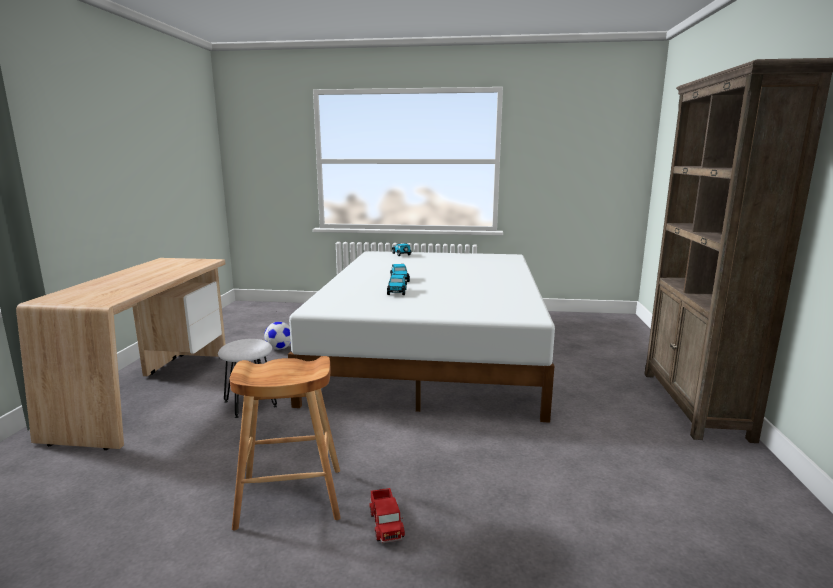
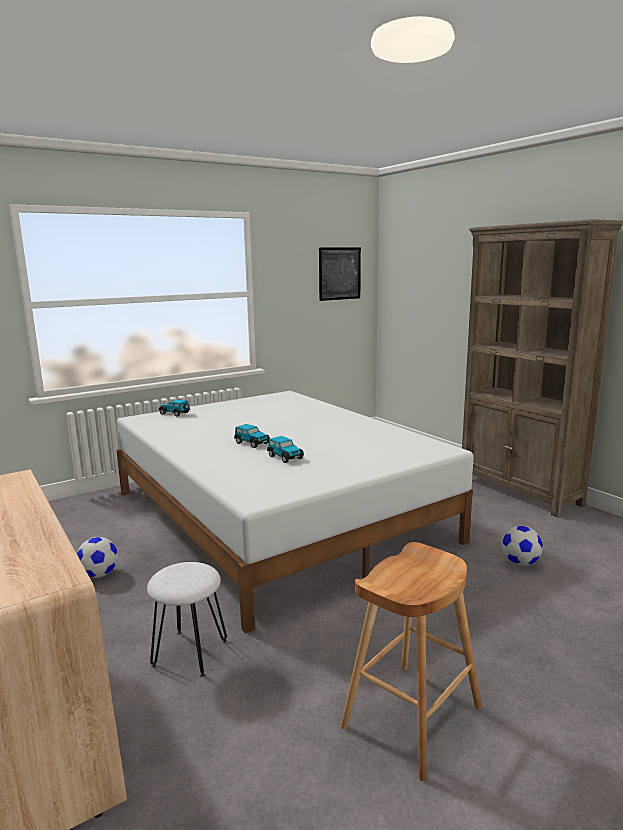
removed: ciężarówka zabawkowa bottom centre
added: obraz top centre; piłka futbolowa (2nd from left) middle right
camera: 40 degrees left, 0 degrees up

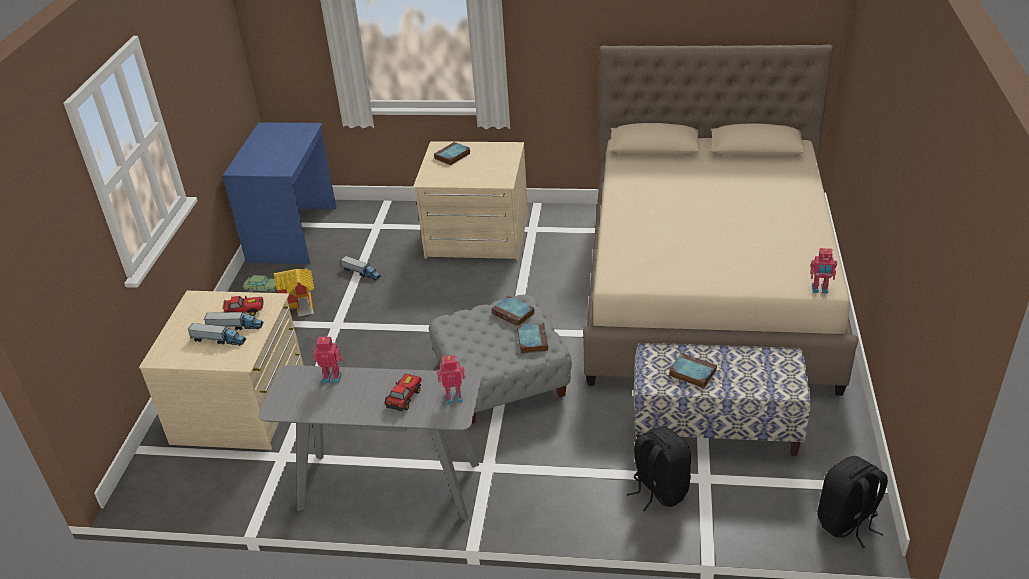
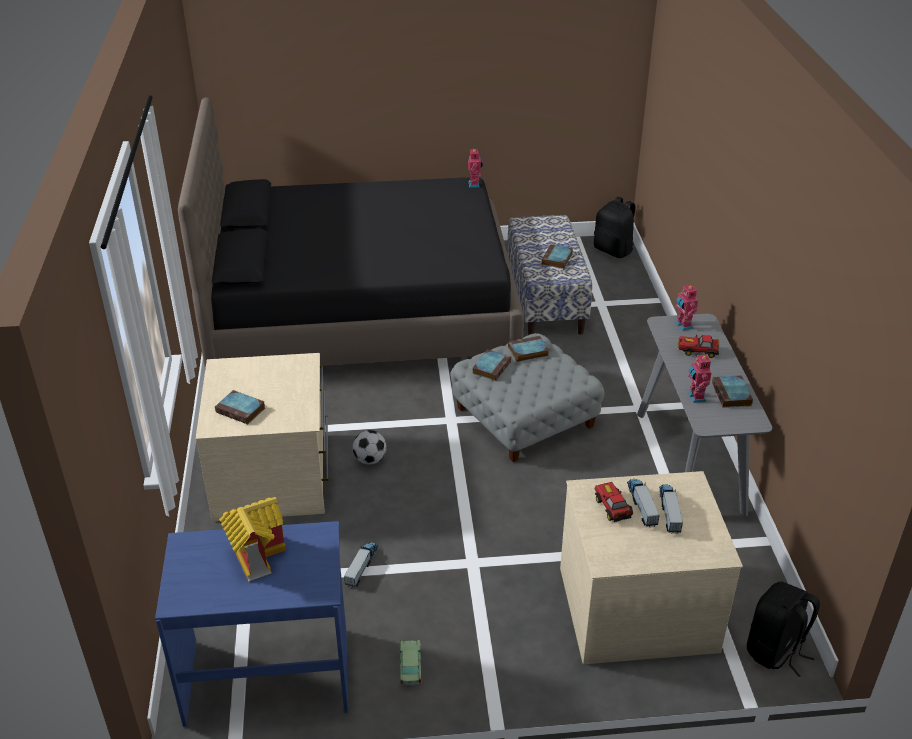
added: książka (5th from left) middle right; piłka futbolowa centre
moved: domek middle left to bottom left; plecak (czarny) (1st from left in the first image) bottom centre to plecak (czarny) (2nd from left) bottom right
recoloured: łóżko (beżowy) middle right to łóżko (czarny) top centre
camera: 105 degrees left, 0 degrees up

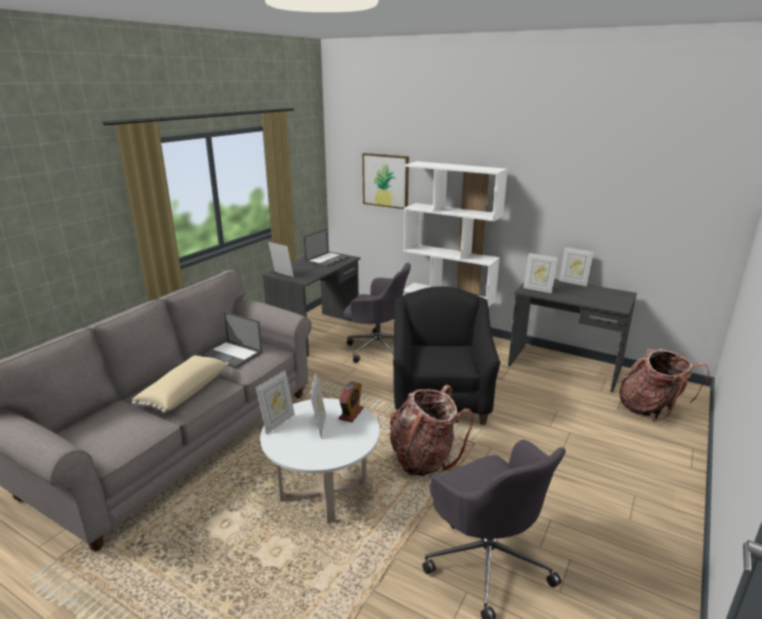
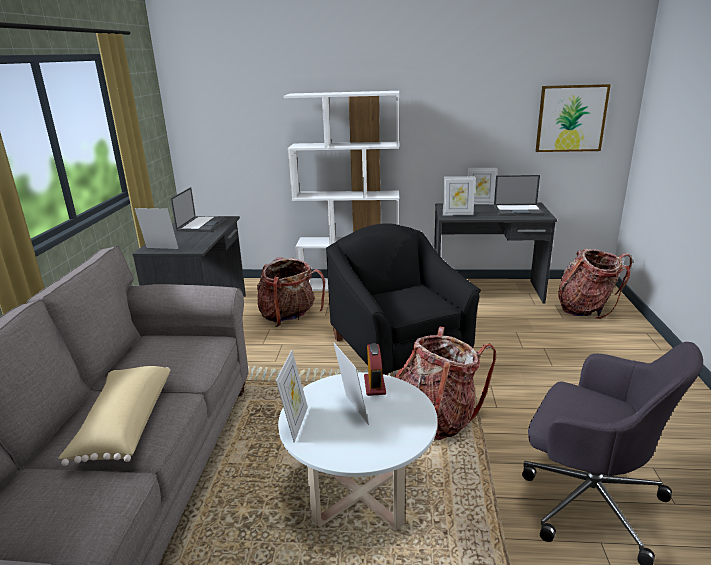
moved: obraz top centre to top right; laptop (1st from left in the first image) middle left to laptop (2nd from left) middle right
replaced: krzesło biurowe (szary) (1st from left) centre to plecak (1st from left) centre
camera: 25 degrees left, 0 degrees up

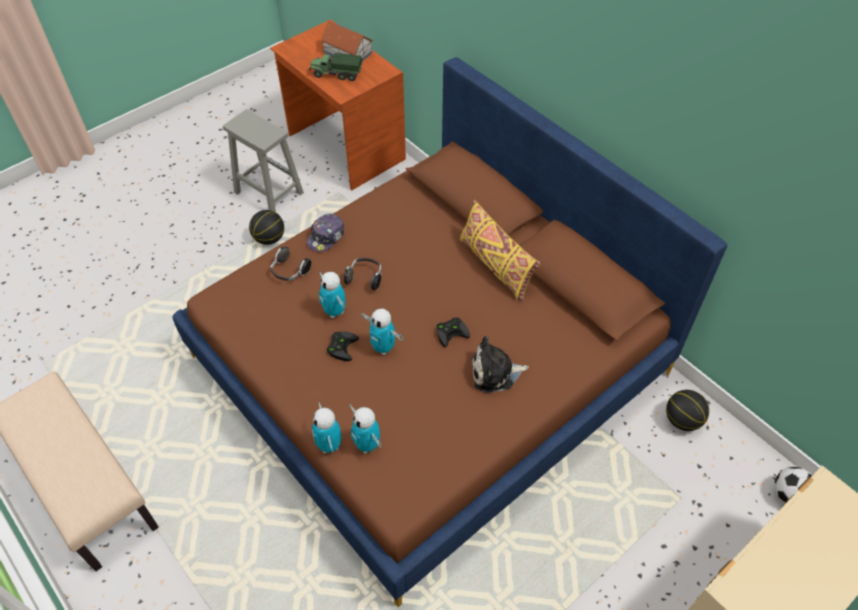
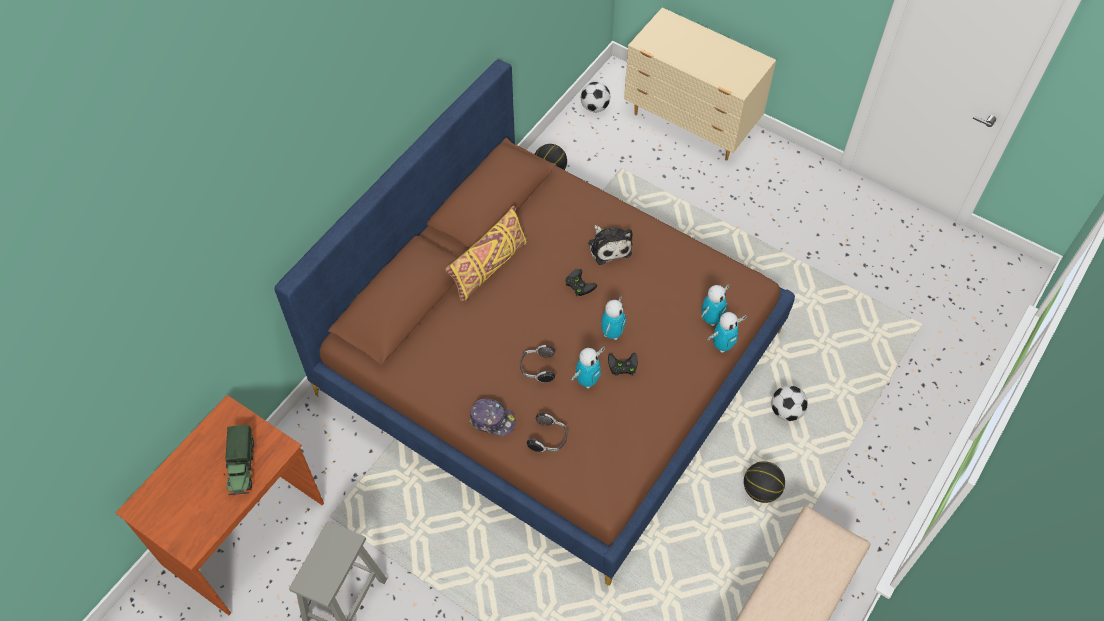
removed: domek top centre
added: piłka futbolowa (2nd from left) middle right
moved: piłka do koszykówki (1st from left in the first image) middle left to piłka do koszykówki (2nd from left) bottom right
camera: 105 degrees left, 5 degrees up

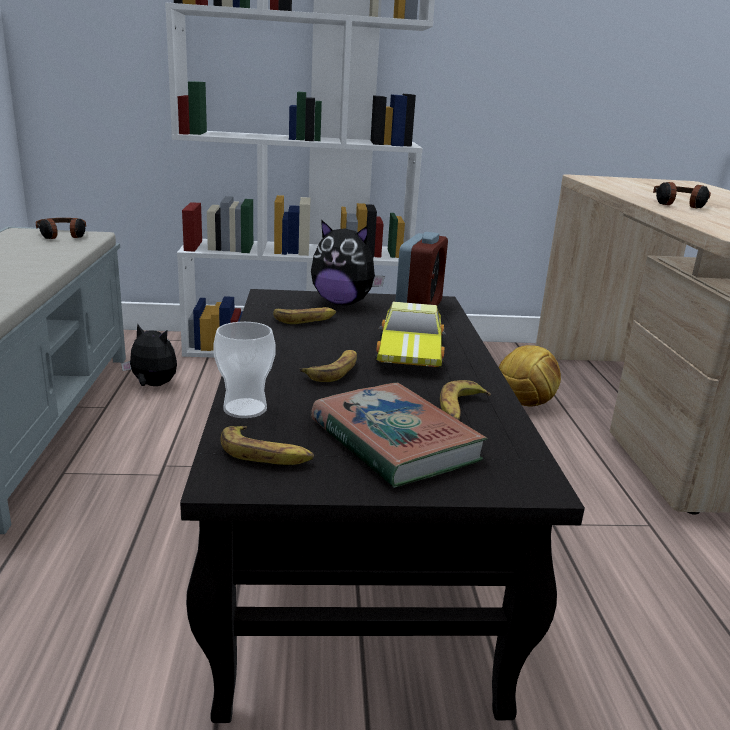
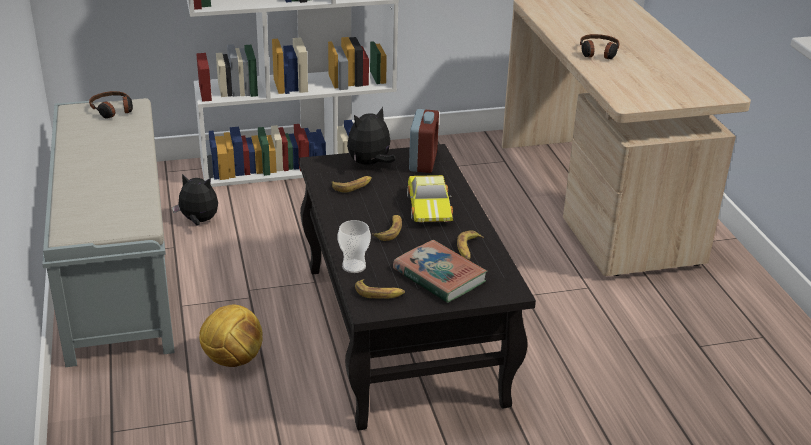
moved: piłka futbolowa middle right to bottom left
turned: pluszak (2nd from left) centre = top centre 135 degrees clockwise
camera: 10 degrees left, 10 degrees up

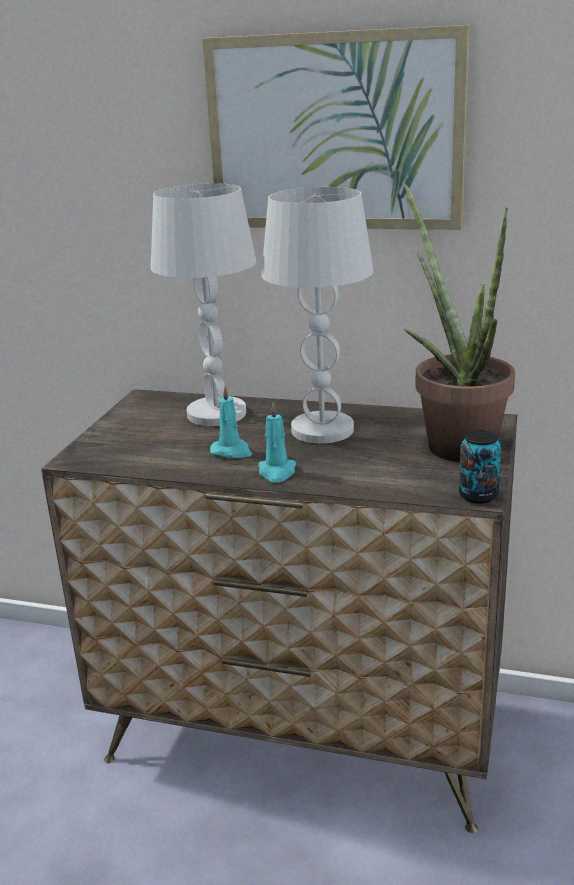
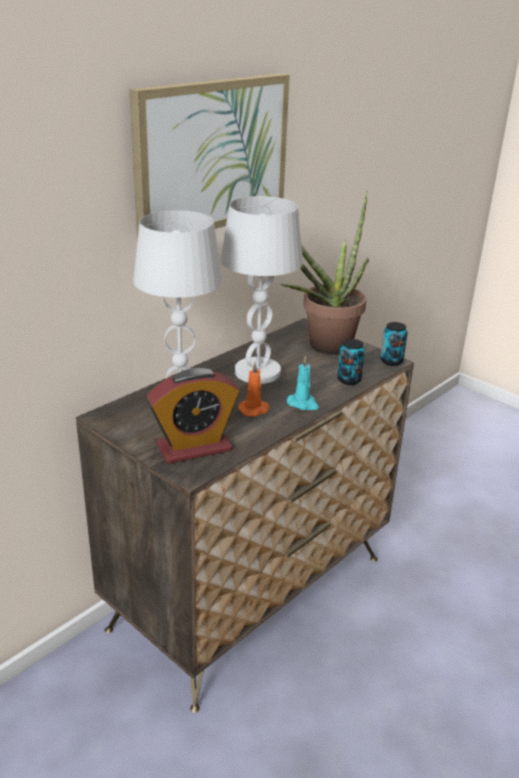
added: puszka (1st from left) middle right; budzik centre
recoloured: świeca (turkusowy) (1st from left) centre to świeca (pomarańczowy) centre
camera: 65 degrees left, 5 degrees up

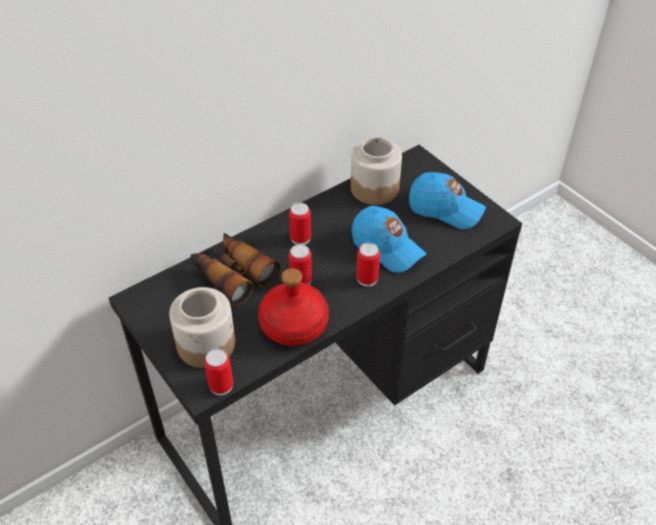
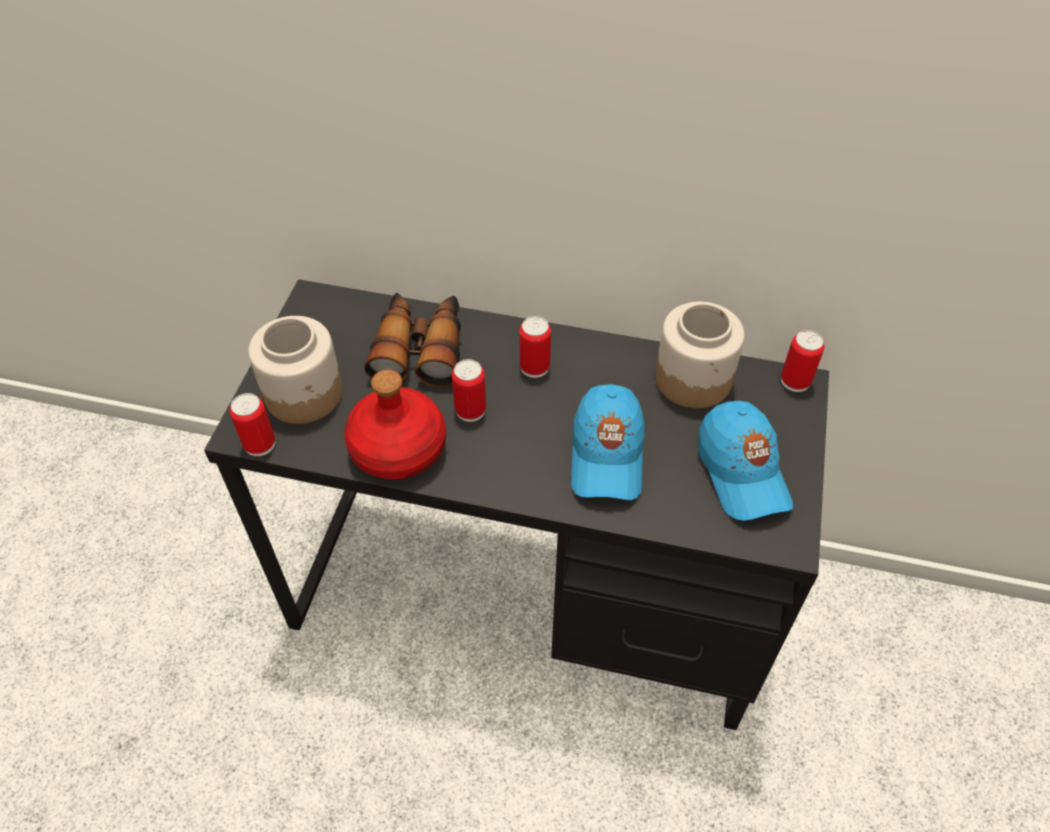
moved: puszka (4th from left) centre to middle right
camera: 50 degrees right, 5 degrees up

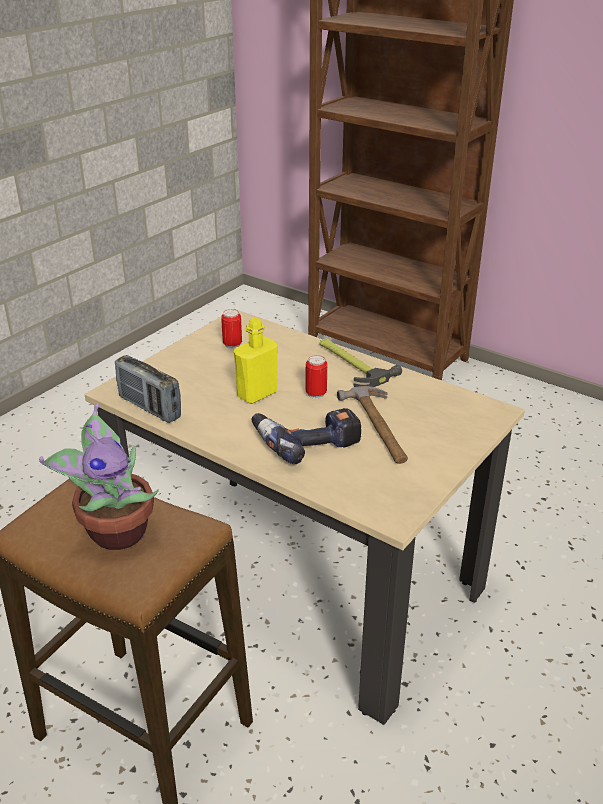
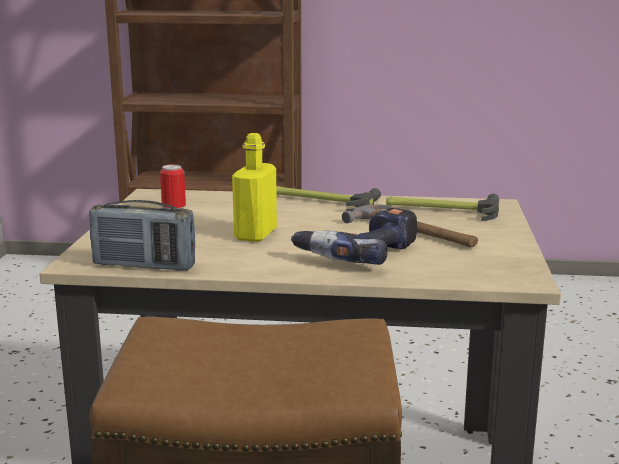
removed: puszka (2nd from left) centre; roślina doniczkowa middle left
added: młotek (3rd from left) middle right
camera: 30 degrees left, 15 degrees down

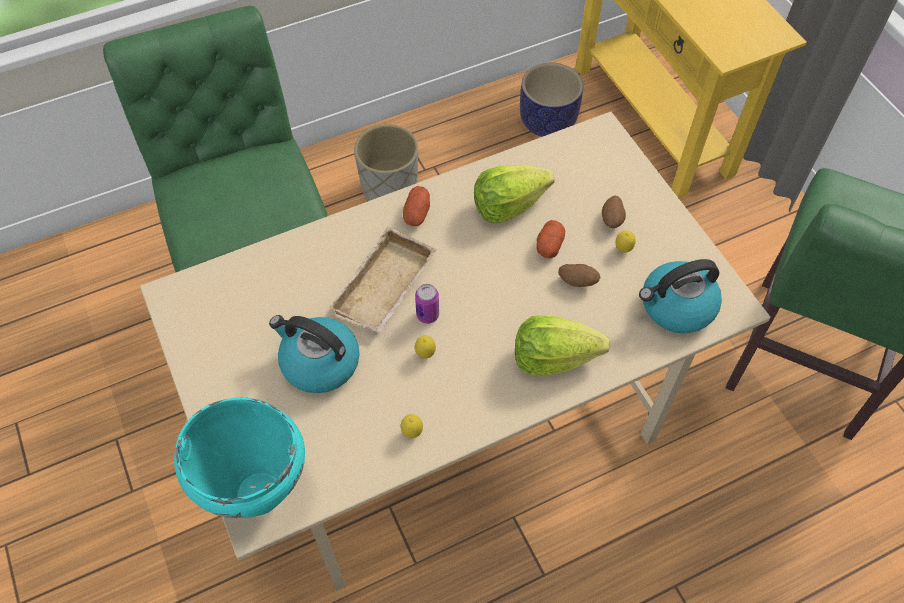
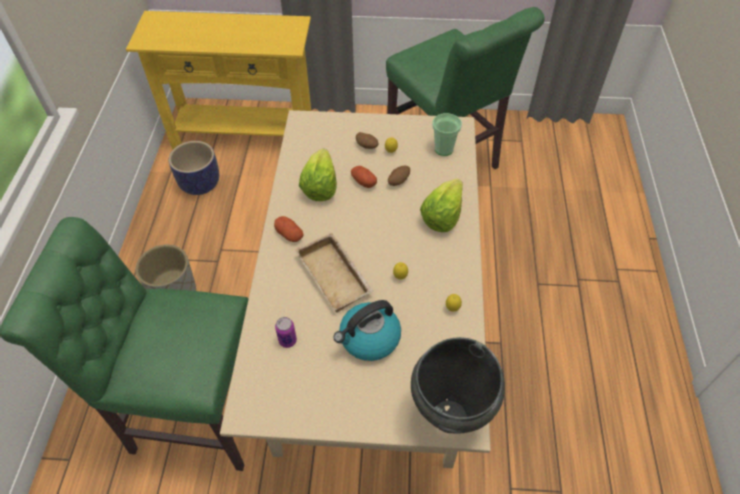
moved: puszka centre to bottom centre
replaced: czajnik (2nd from left) middle right to filiżanka top centre
recoloured: garnek (turkusowy) bottom left to garnek (czarny) bottom centre
camera: 60 degrees left, 5 degrees down

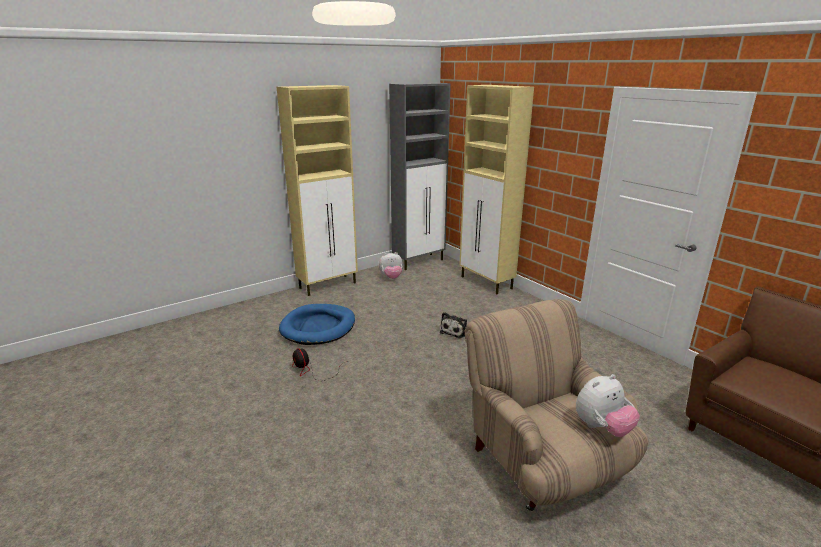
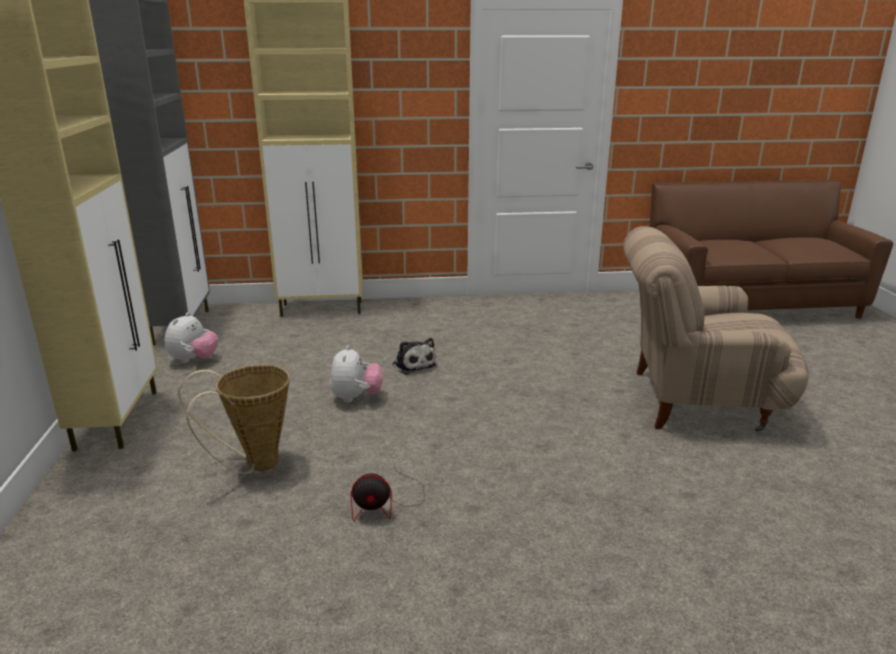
moved: pluszak (3rd from left in the first image) bottom right to pluszak (2nd from left) centre
replaced: legowisko (niebieski) centre to koszyk middle left
camera: 60 degrees left, 0 degrees up

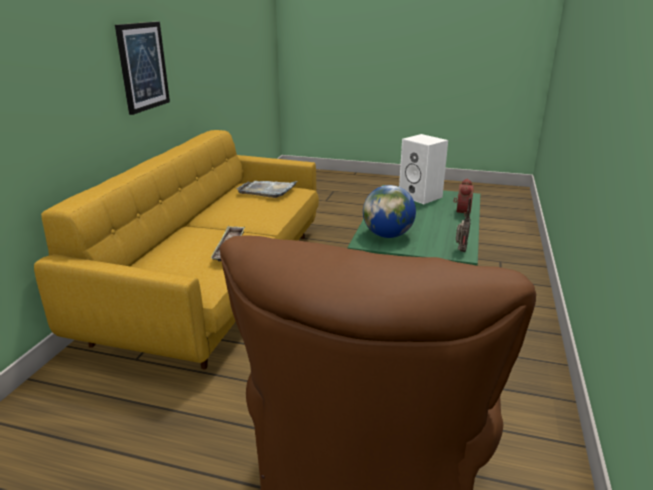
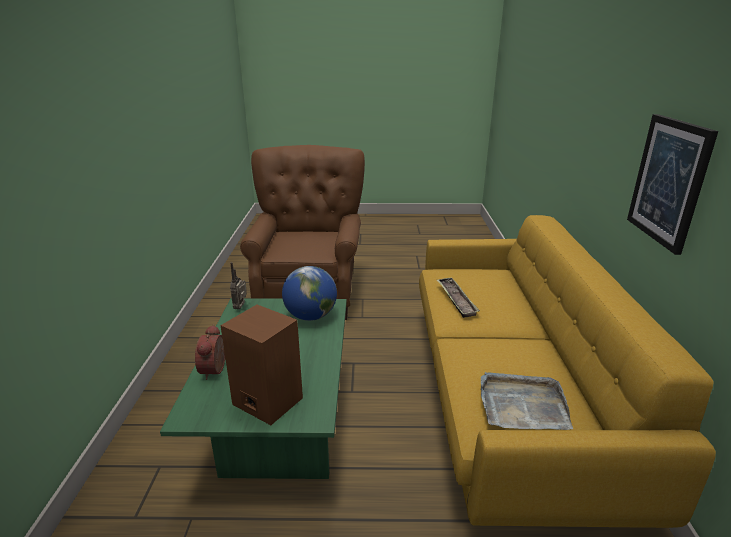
recoloured: głośnik (biały) centre to głośnik (brązowy) bottom centre
camera: 165 degrees right, 0 degrees up

